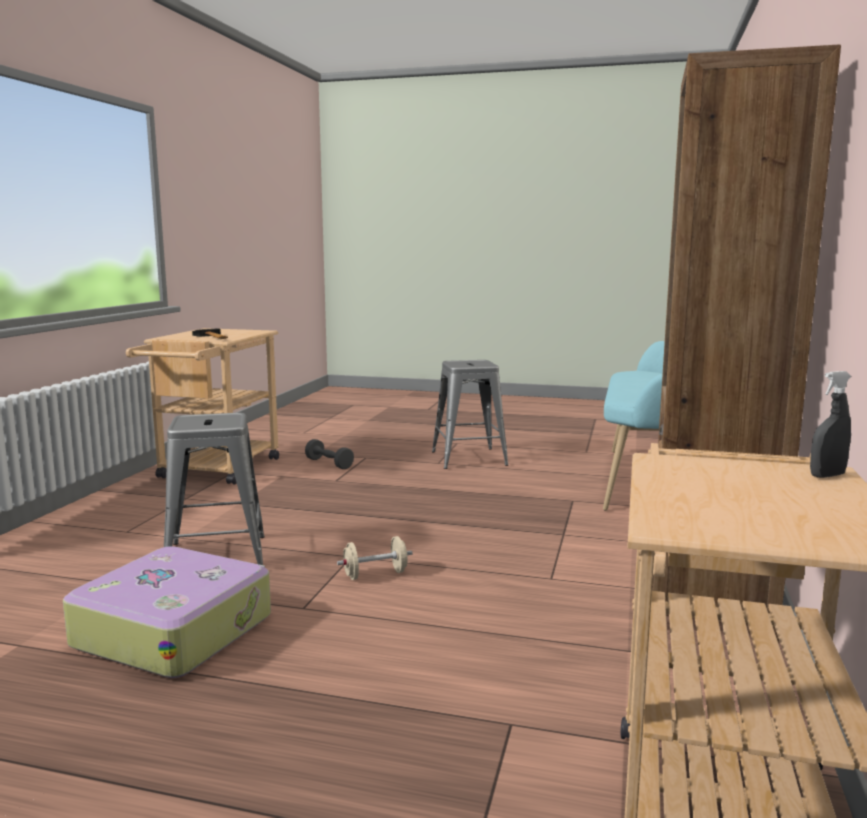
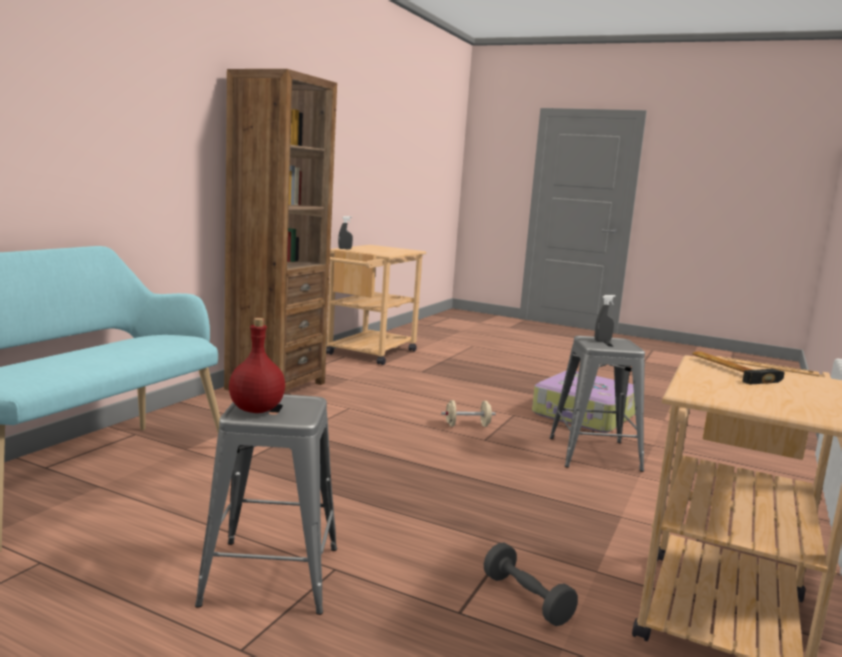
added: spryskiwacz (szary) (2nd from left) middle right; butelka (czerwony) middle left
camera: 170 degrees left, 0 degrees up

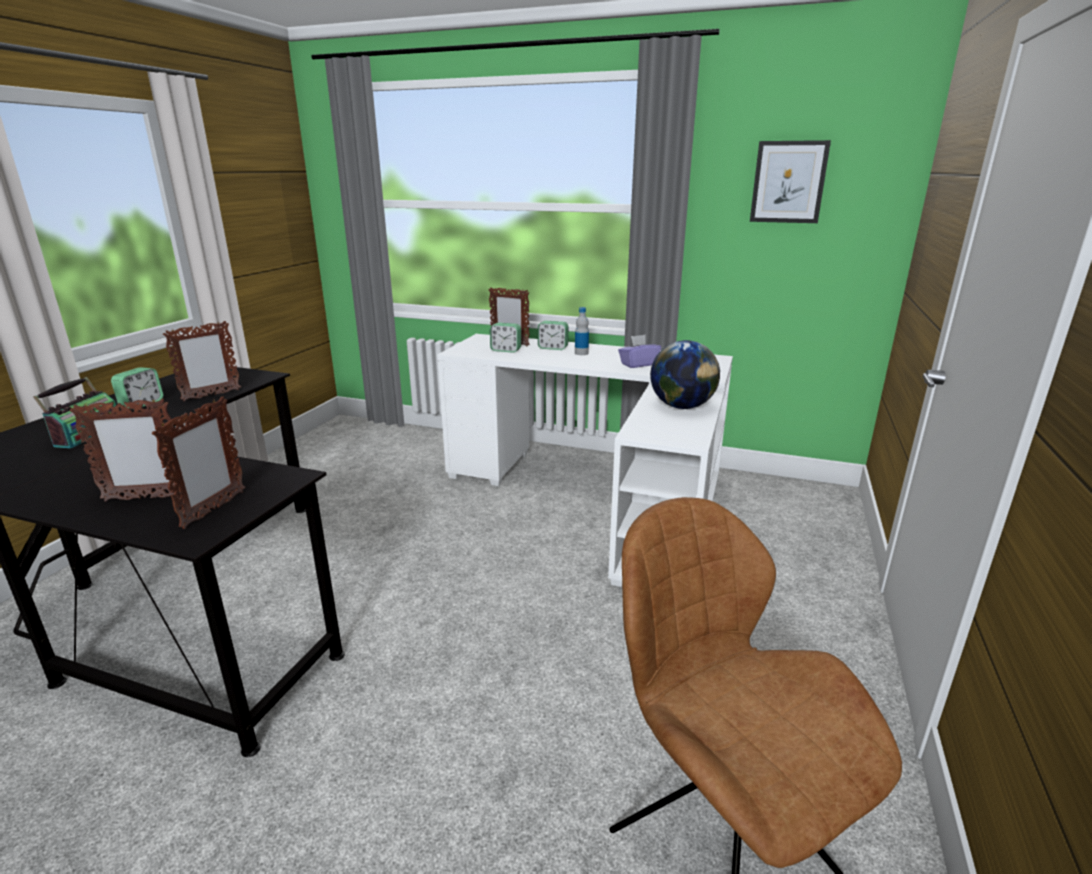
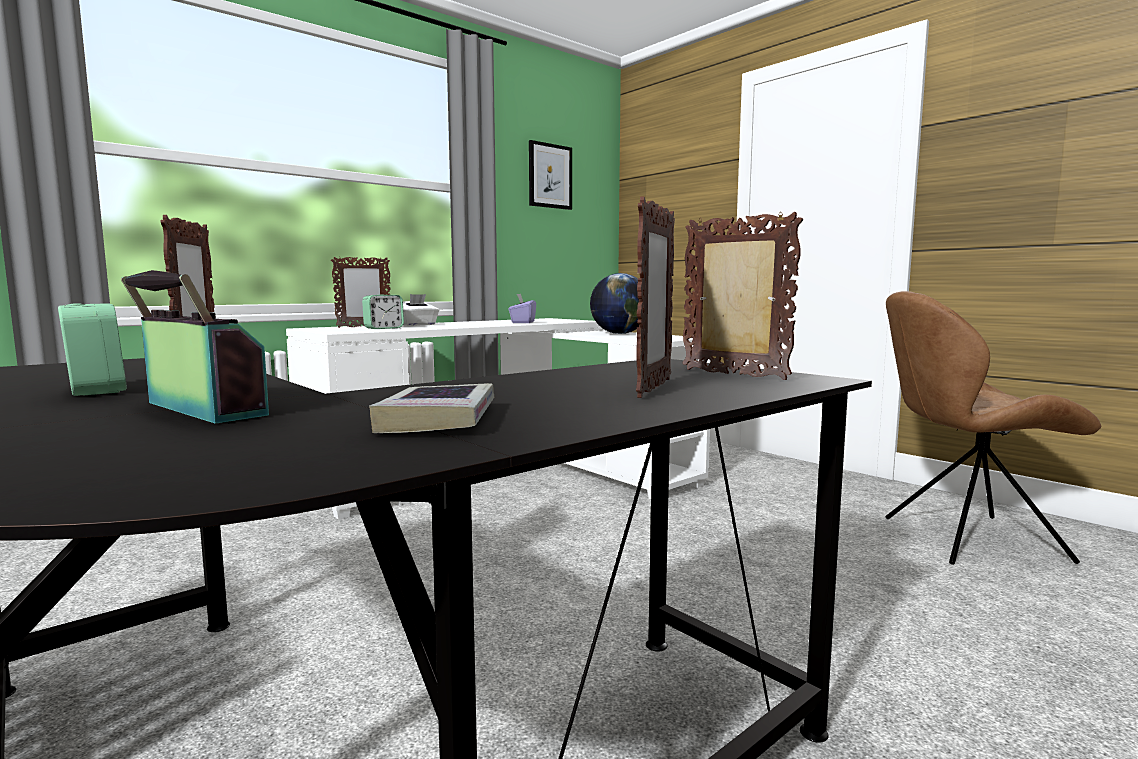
removed: butelka centre
added: książka centre
replaced: budzik (3rd from left) centre to pudełko chusteczek (biały) centre
camera: 60 degrees left, 15 degrees down

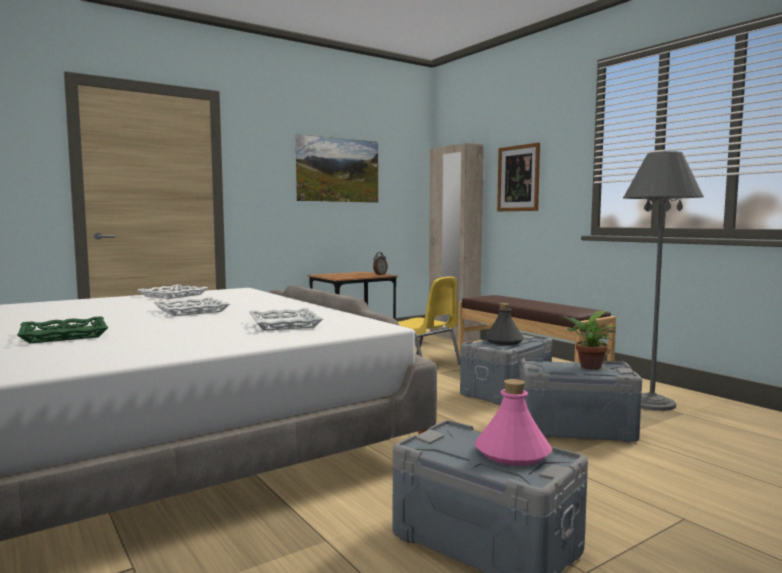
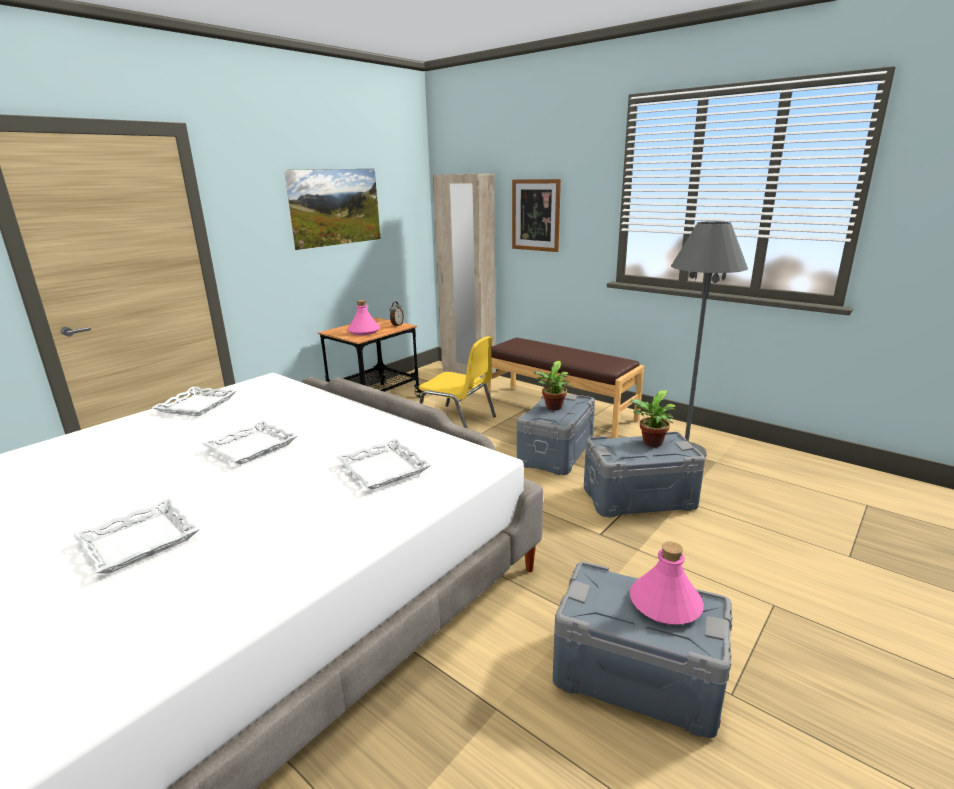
added: butelka (różowy) (1st from left) centre
replaced: butelka (szary) centre to roślina doniczkowa (1st from left) centre
recoloured: taca (zielony) middle left to taca (biały) (1st from left) bottom left
camera: 15 degrees left, 15 degrees up

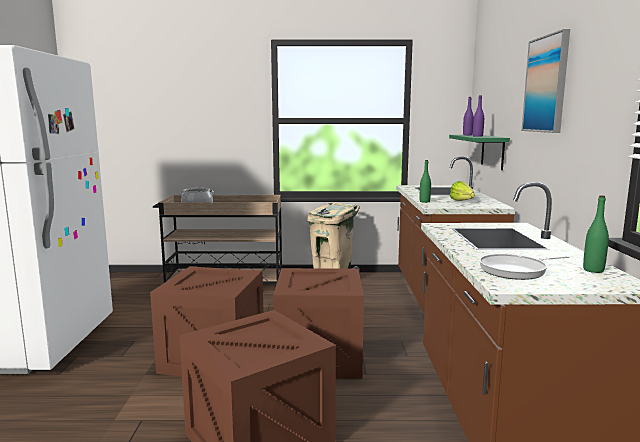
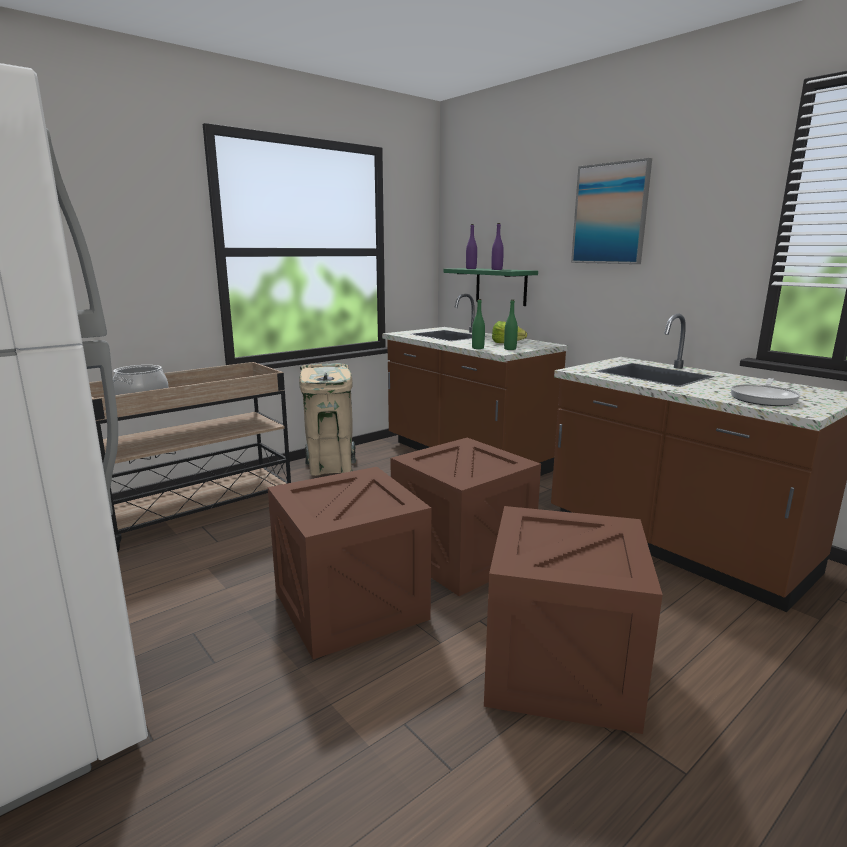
moved: butelka (zielony) (2nd from left) middle right to centre
camera: 40 degrees left, 5 degrees up

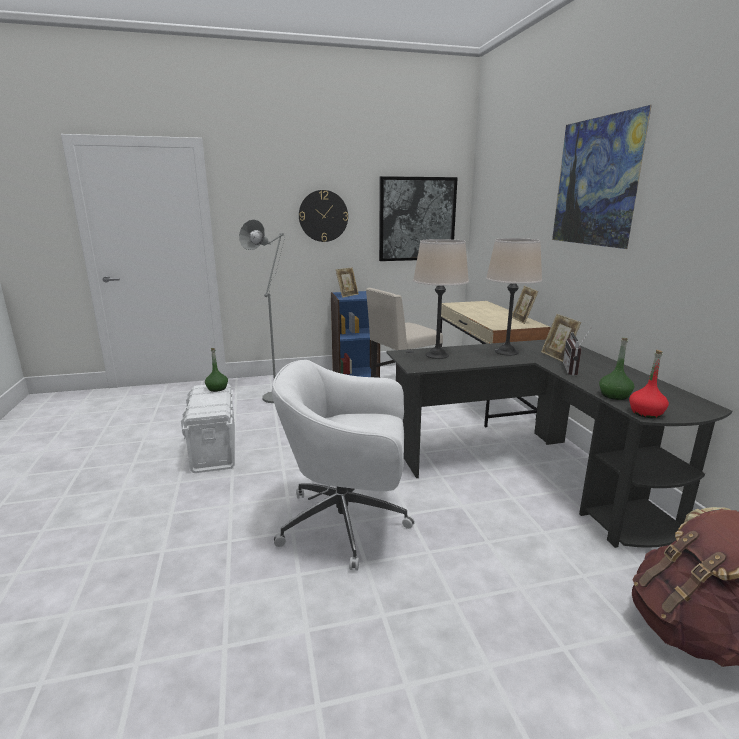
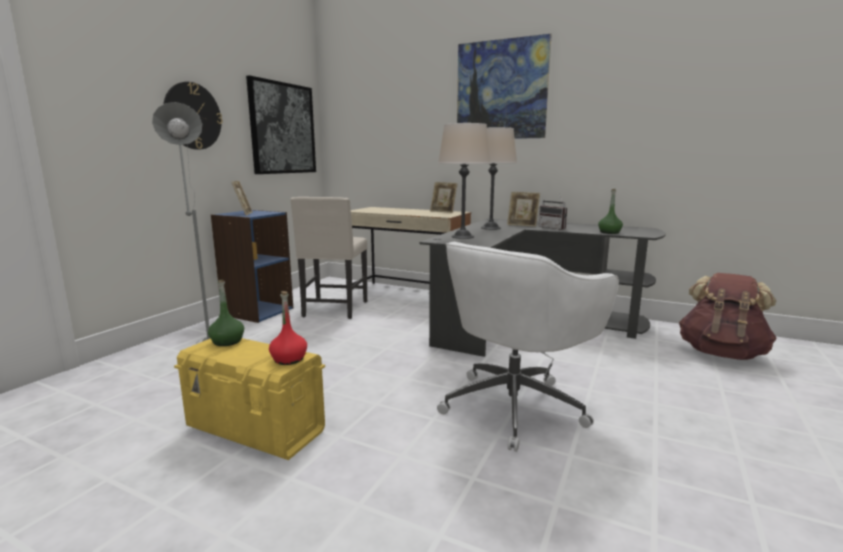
moved: butelka (czerwony) middle right to centre
recoloured: pojemnik do przechowywania (biały) middle left to pojemnik do przechowywania (żółty) bottom left
camera: 50 degrees left, 5 degrees down

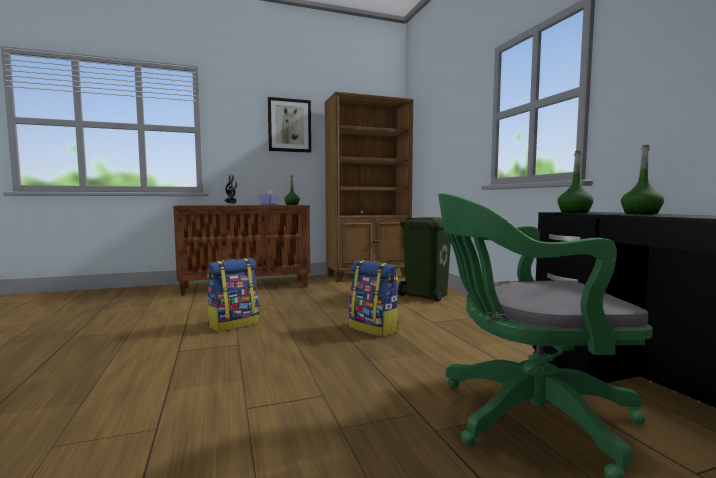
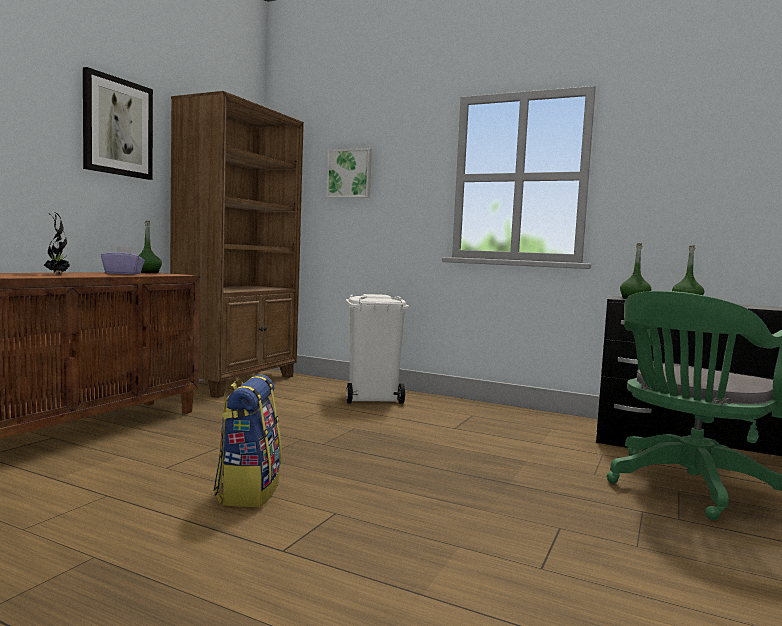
removed: plecak (2nd from left) centre
added: obraz (2nd from left) top centre
recoloured: kosz na śmieci (zielony) centre to kosz na śmieci (biały) centre
camera: 45 degrees left, 0 degrees up

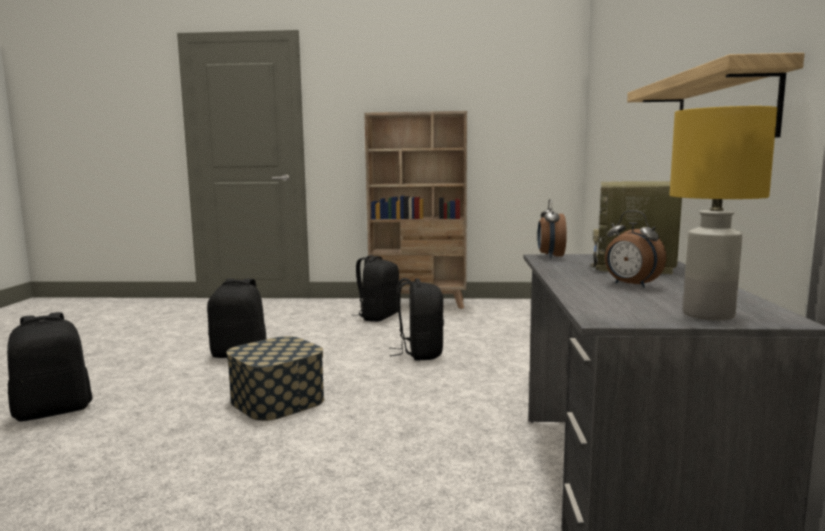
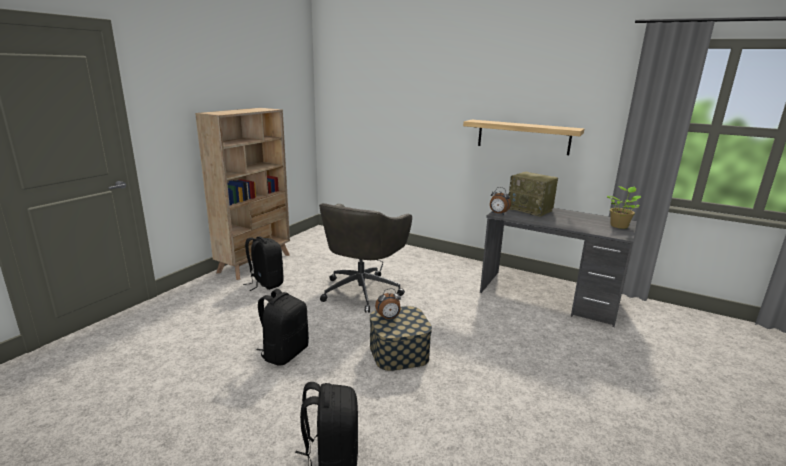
moved: budzik (2nd from left in the first image) middle right to budzik (1st from left) centre
replaced: lampa stołowa (żółty) middle right to roślina doniczkowa middle right; plecak (czarny) (4th from left) centre to krzesło biurowe (szary) centre
camera: 65 degrees left, 10 degrees up

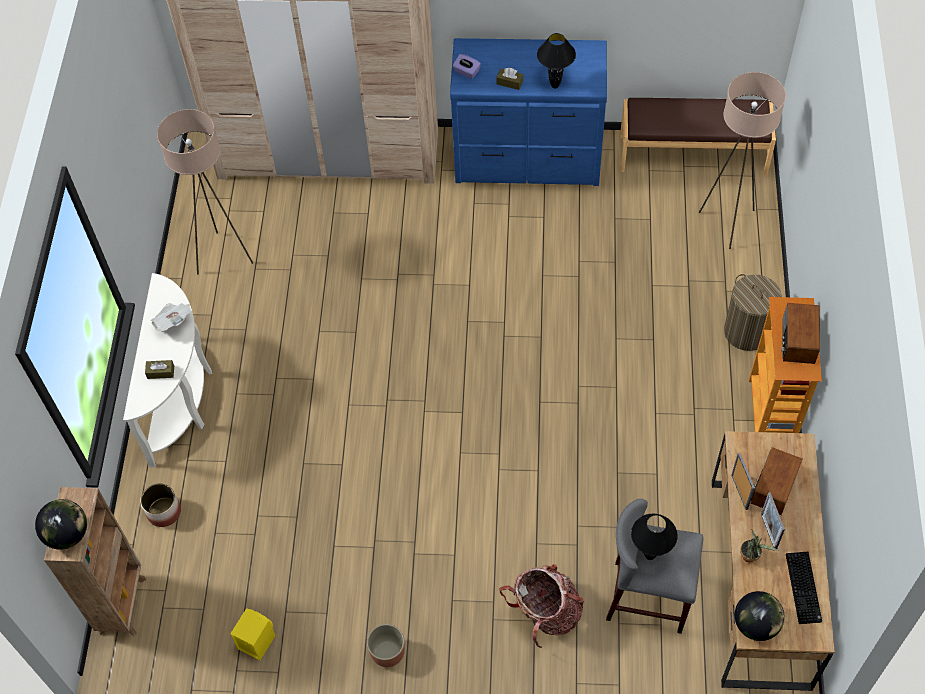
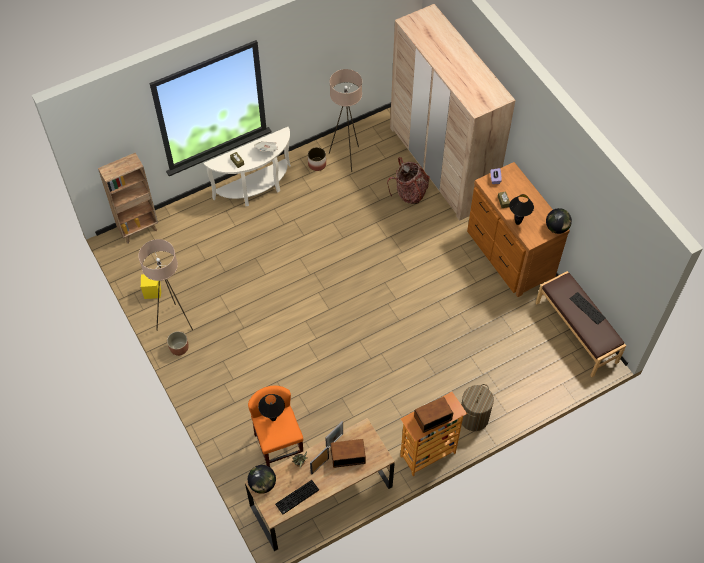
added: klawiatura (2nd from left) middle right
moved: lampa stojąca (beżowy) (2nd from left in the first image) top right to lampa stojąca (beżowy) (1st from left) middle left; donica (1st from left in the first image) bottom left to donica (2nd from left) top centre; globus (1st from left in the first image) bottom left to globus (2nd from left) middle right; plecak bottom centre to top centre
recoloured: komoda (niebieski) top centre to komoda (brązowy) middle right; stołek (szary) bottom right to stołek (pomarańczowy) bottom centre
camera: 55 degrees right, 0 degrees up

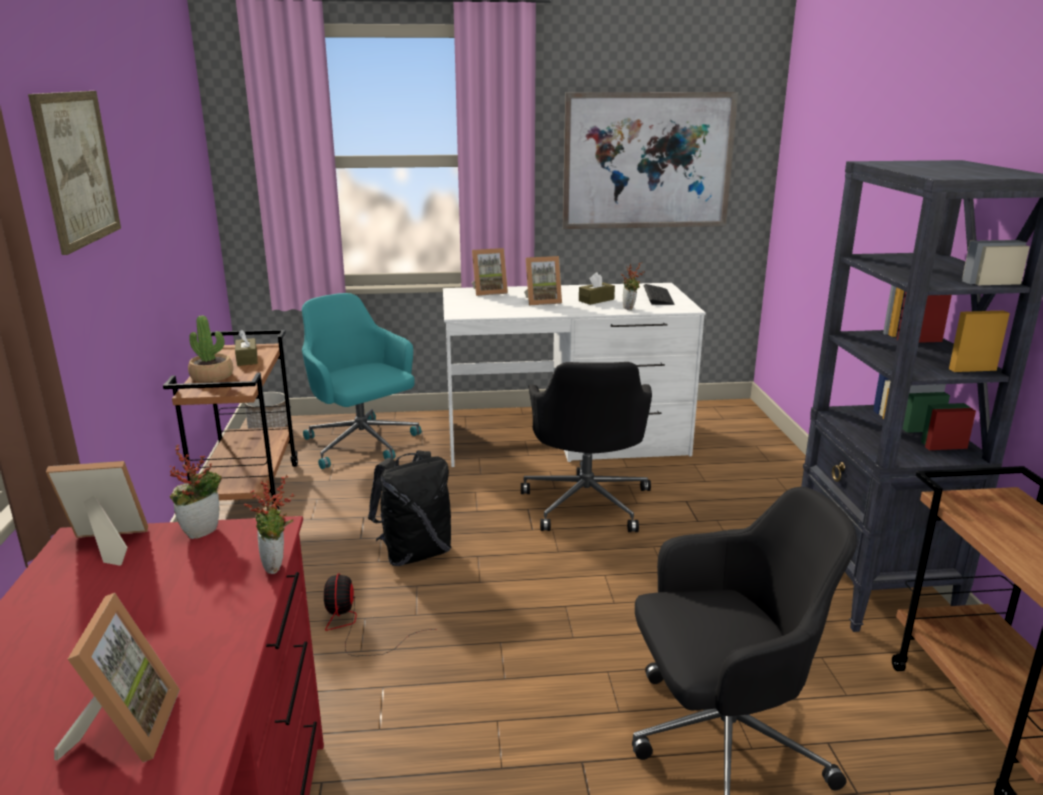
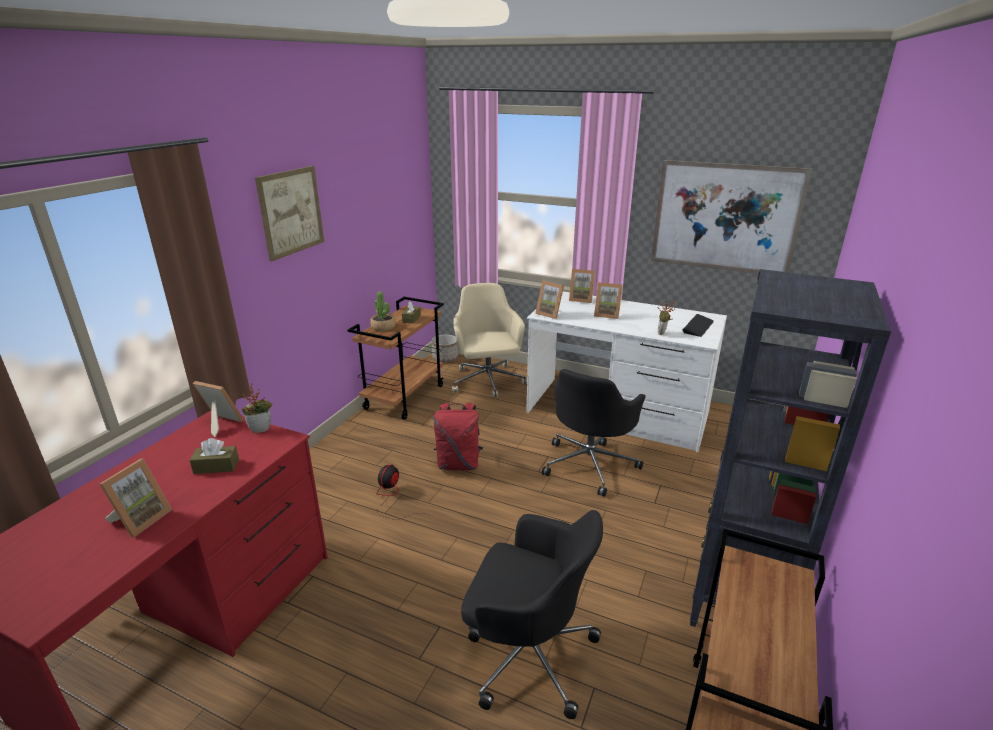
removed: roślina doniczkowa (3rd from left) middle left
added: ramka na zdjęcie (3rd from left) centre
moved: pudełko chusteczek (brązowy) (2nd from left in the first image) centre to pudełko chusteczek (brązowy) (1st from left) middle left
recoloured: krzesło biurowe (turkusowy) centre to krzesło biurowe (beżowy) centre; plecak (czarny) centre to plecak (czerwony) centre
camera: 30 degrees right, 5 degrees up

